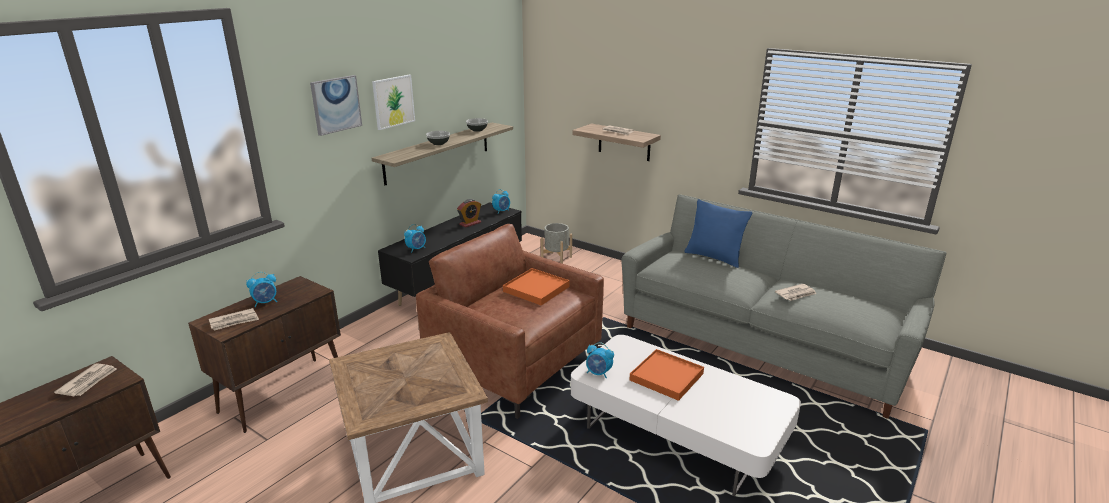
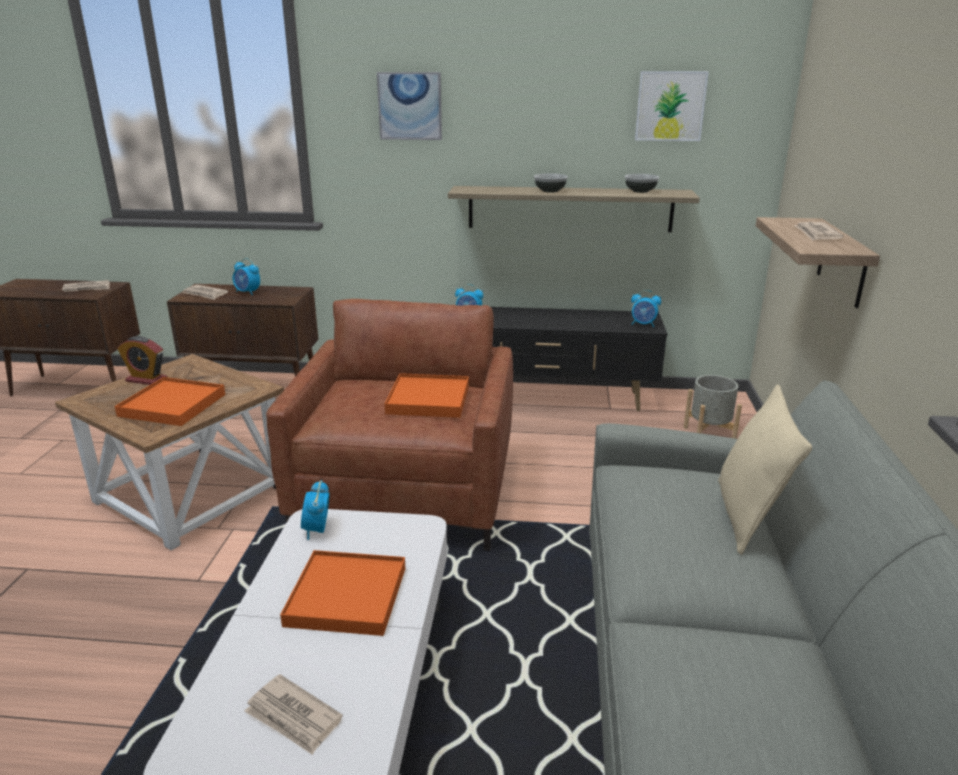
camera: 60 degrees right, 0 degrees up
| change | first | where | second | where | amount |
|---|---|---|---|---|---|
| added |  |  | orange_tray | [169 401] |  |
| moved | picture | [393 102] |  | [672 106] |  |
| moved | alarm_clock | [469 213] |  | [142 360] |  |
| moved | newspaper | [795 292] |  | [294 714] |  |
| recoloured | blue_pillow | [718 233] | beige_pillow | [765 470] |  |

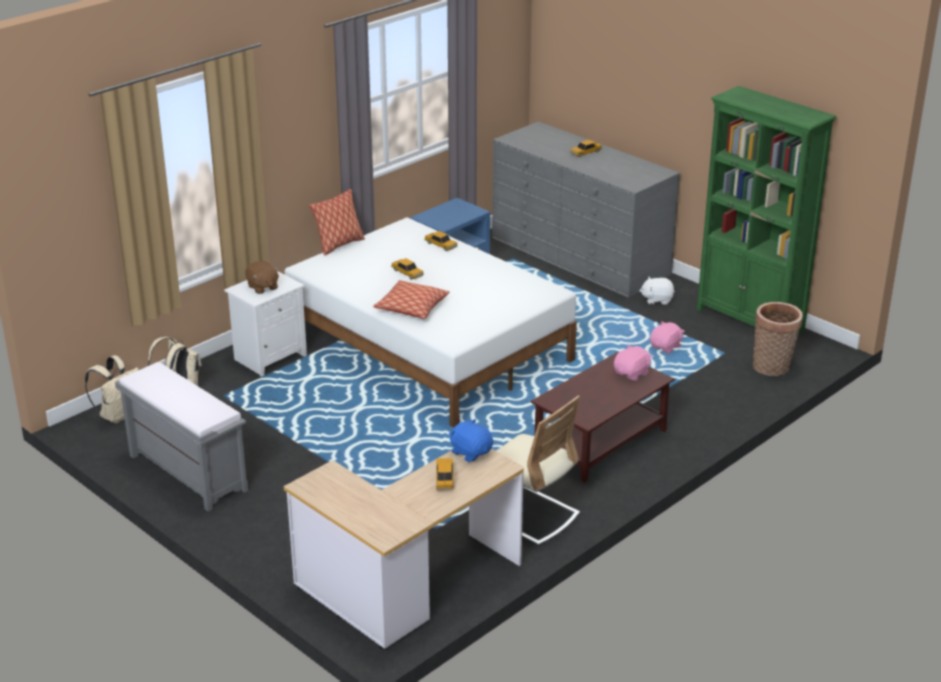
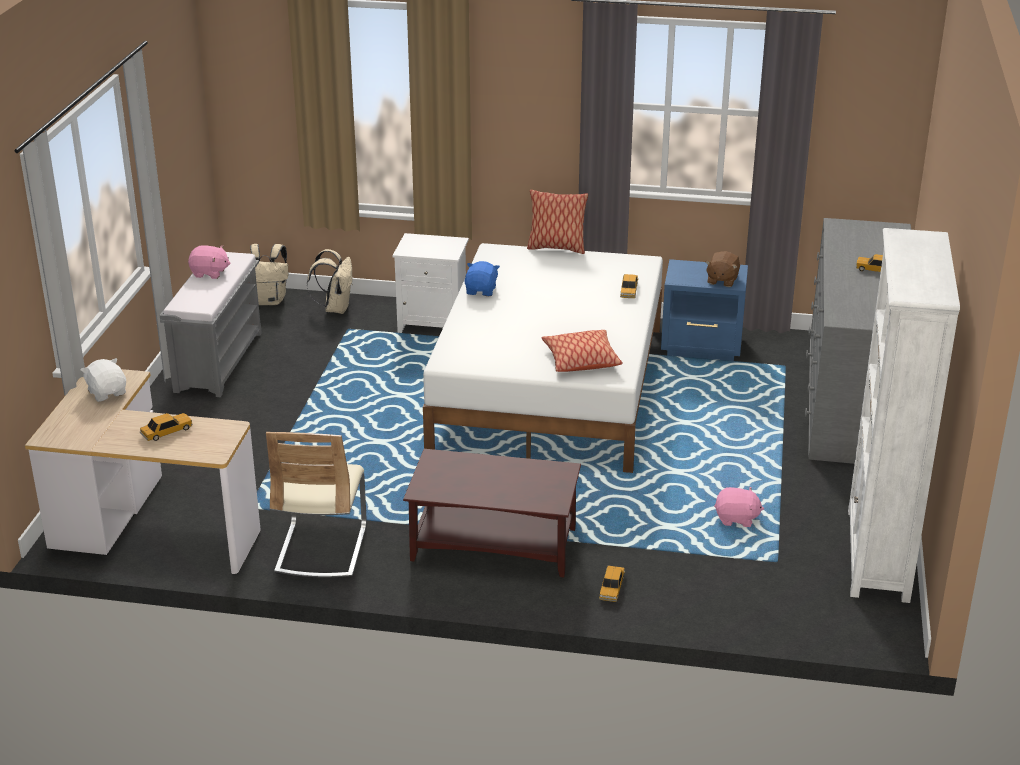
camera: 55 degrees right, 0 degrees up
| change | first | where | second | where | amount |
|---|---|---|---|---|---|
| removed | basket | [778 339] |  |  |  |
| moved | brown_plush_toy | [262 277] |  | [723 269] |  |
| moved | pillow | [411 299] |  | [582 351] |  |
| moved | toy_car | [407 269] |  | [612 583] |  |
| moved | blue_plush_toy | [471 440] |  | [482 278] |  |
| moved | pink_plush_toy | [633 363] |  | [209 262] |  |
| moved | white_plush_toy | [657 290] |  | [103 380] |  |
| recoloured | green_bookcase | [766 210] | white_bookcase | [904 415] |  |

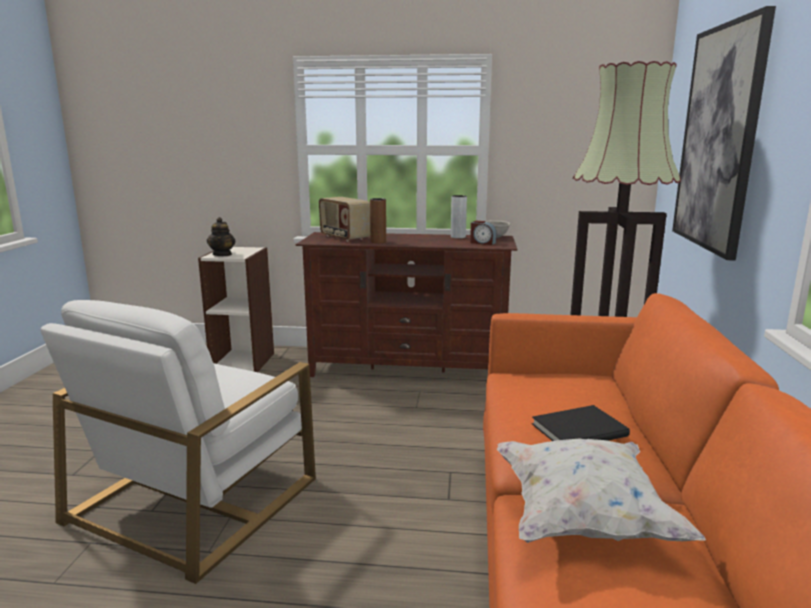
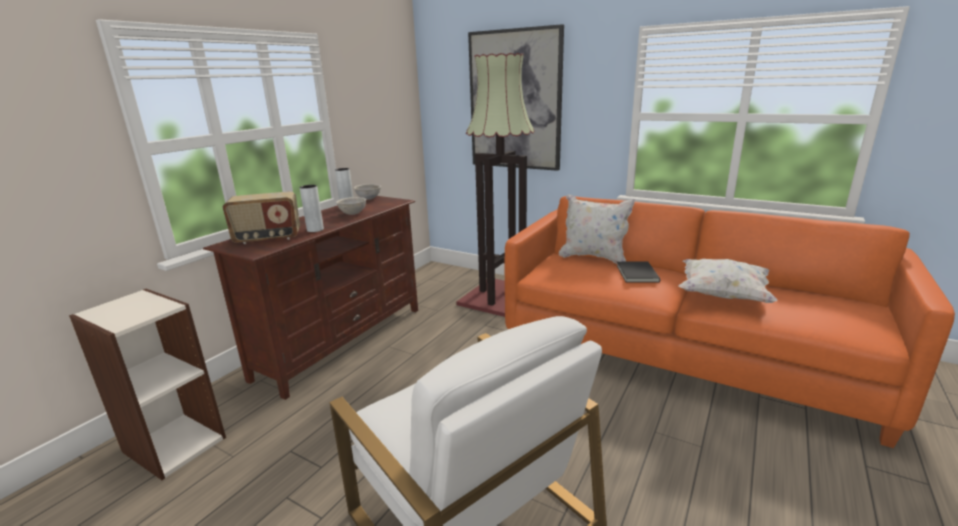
camera: 65 degrees left, 5 degrees up
| change | first | where | second | where | amount |
|---|---|---|---|---|---|
| removed | teapot | [221 236] |  |  |  |
| removed | alarm_clock | [483 233] |  |  |  |
| added |  |  | grey_bowl | [351 206] |  |
| added |  |  | white_pillow | [597 229] |  |
| recoloured | brown_vase | [378 220] | grey_vase | [312 208] |  |

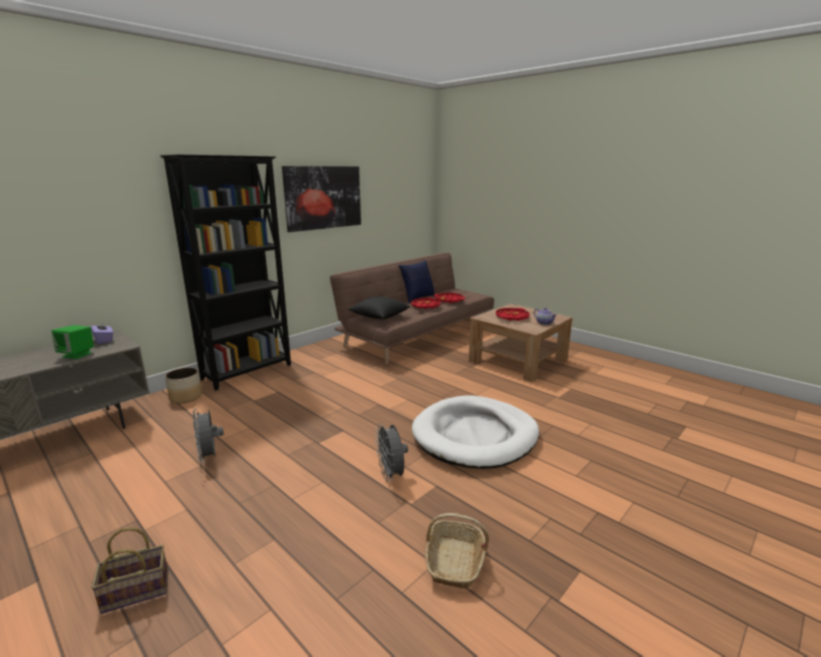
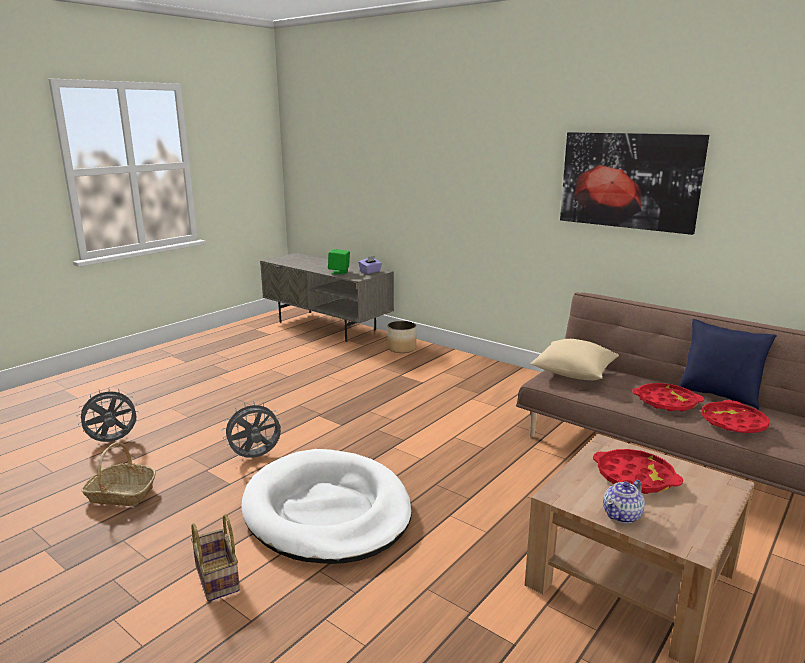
camera: 85 degrees right, 0 degrees up
| change | first | where | second | where | amount |
|---|---|---|---|---|---|
| removed | black_bookcase | [225 272] |  |  |  |
| moved | basket | [129 570] |  | [215 558] |  |
| moved | grey_fan | [208 435] |  | [108 415] |  |
| recoloured | black_pillow | [379 307] | beige_pillow | [574 359] |  |

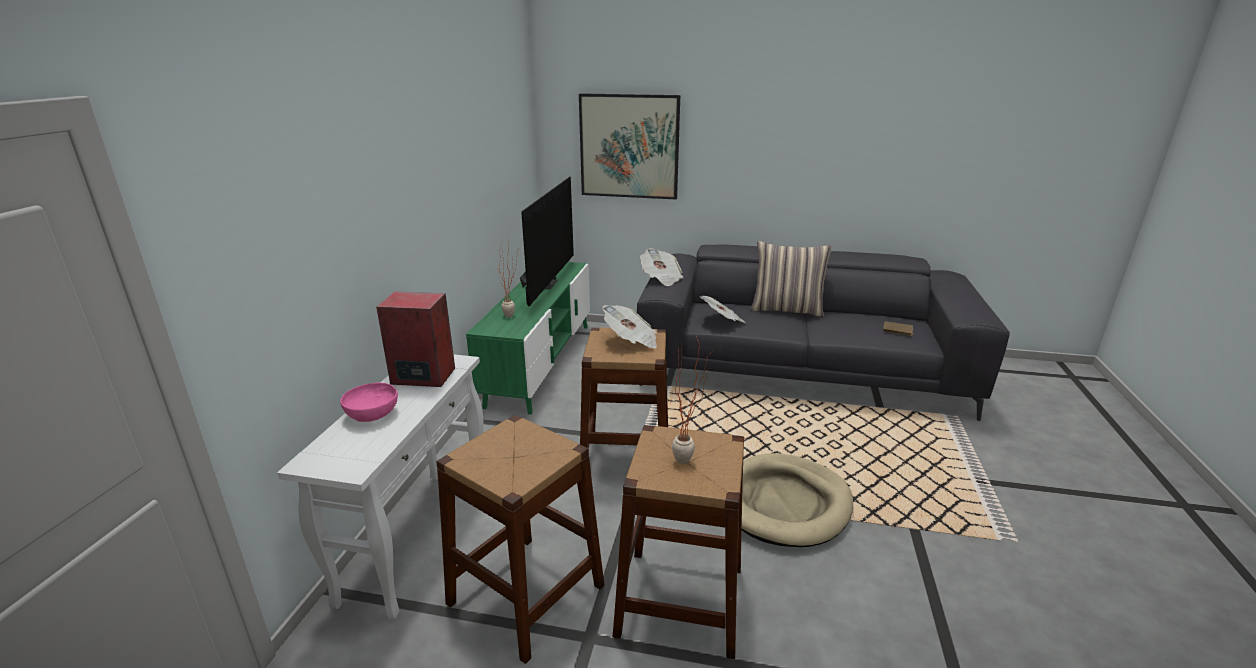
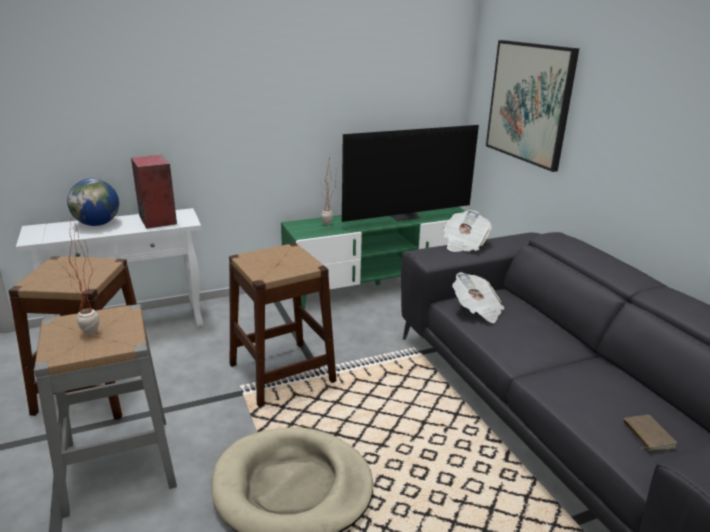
camera: 55 degrees right, 0 degrees up
| change | first | where | second | where | amount |
|---|---|---|---|---|---|
| removed | newspaper | [629 327] |  |  |  |
| removed | pillow | [791 279] |  |  |  |
| replaced | pink_bowl | [369 402] | globe | [93 202] |  |
| recoloured | brown_stool | [678 542] | grey_stool | [105 411] |  |

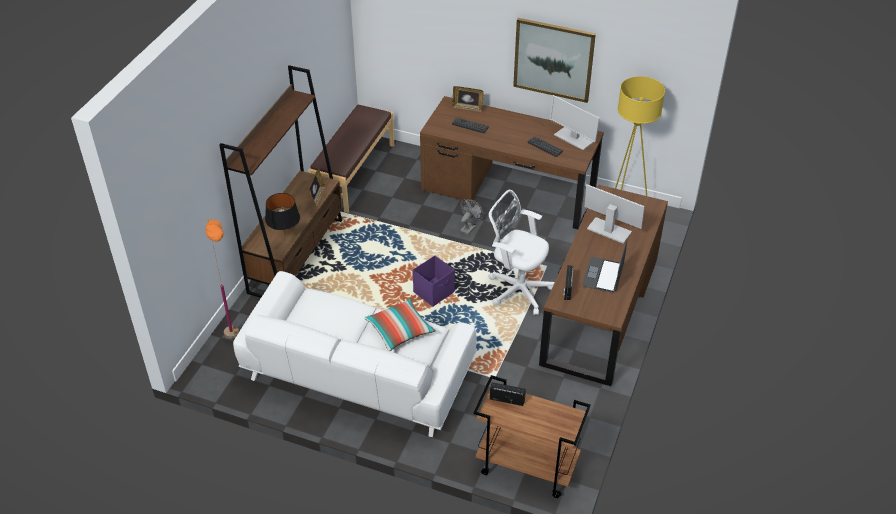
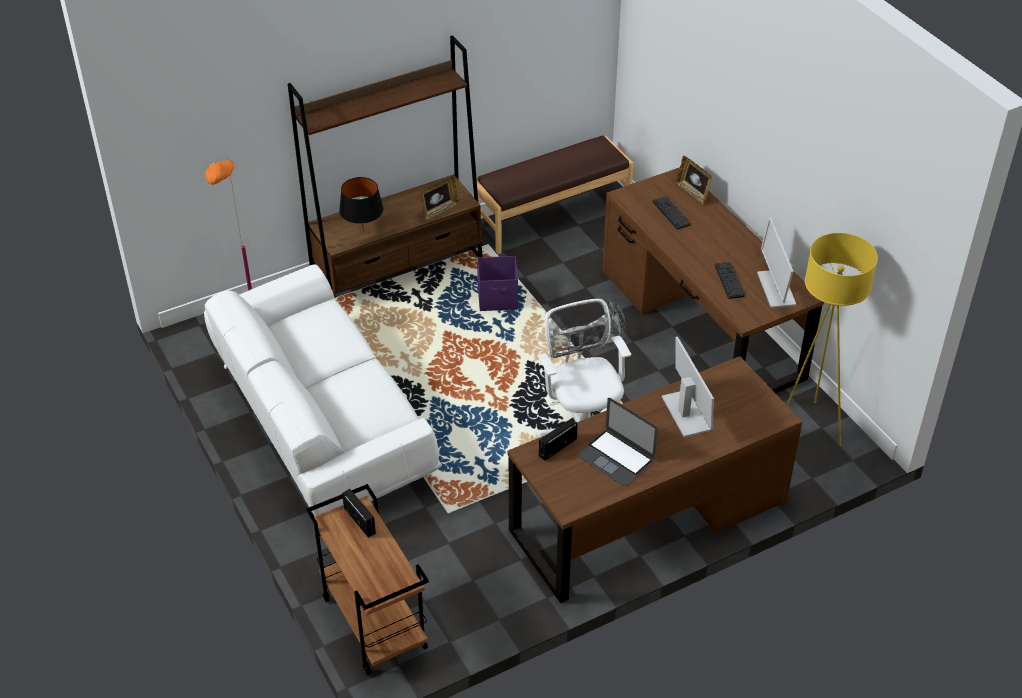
camera: 40 degrees right, 0 degrees up
| change | first | where | second | where | amount |
|---|---|---|---|---|---|
| removed | pillow | [400 325] |  |  |  |
| removed | picture | [554 60] |  |  |  |
| moved | purple_storage_box | [434 281] |  | [497 283] |  |
| turned | laptop | [604 266] |  | [617 442] | 105 degrees counterclockwise |

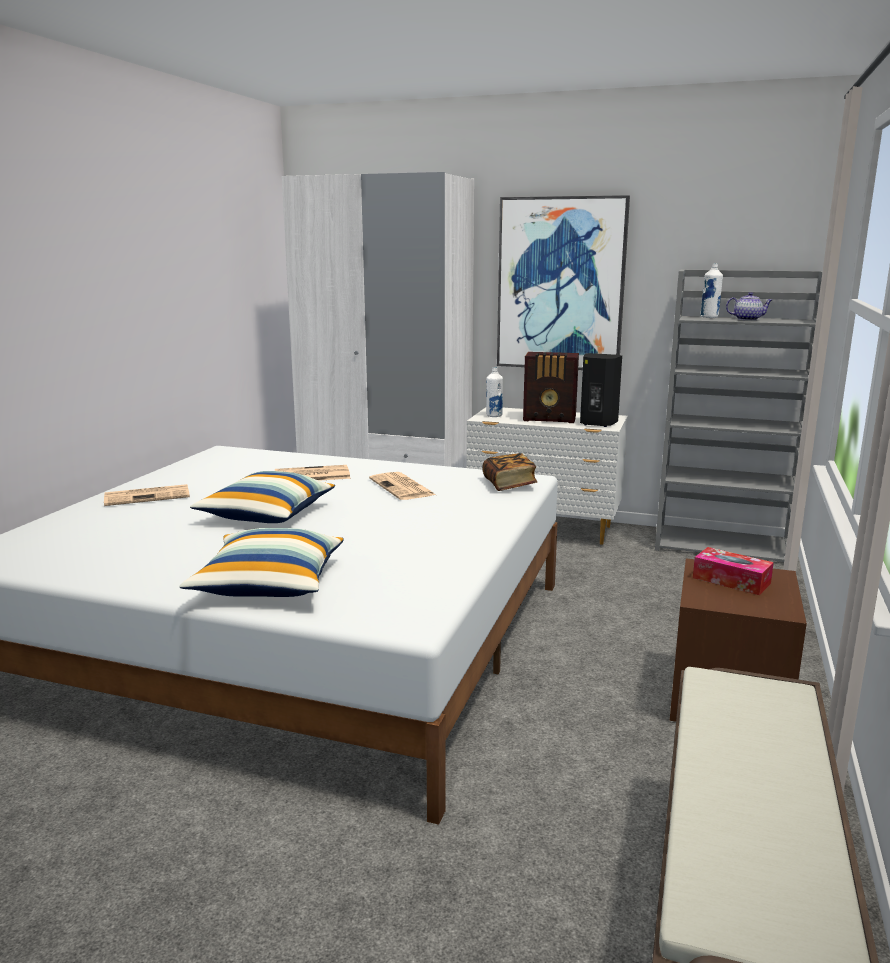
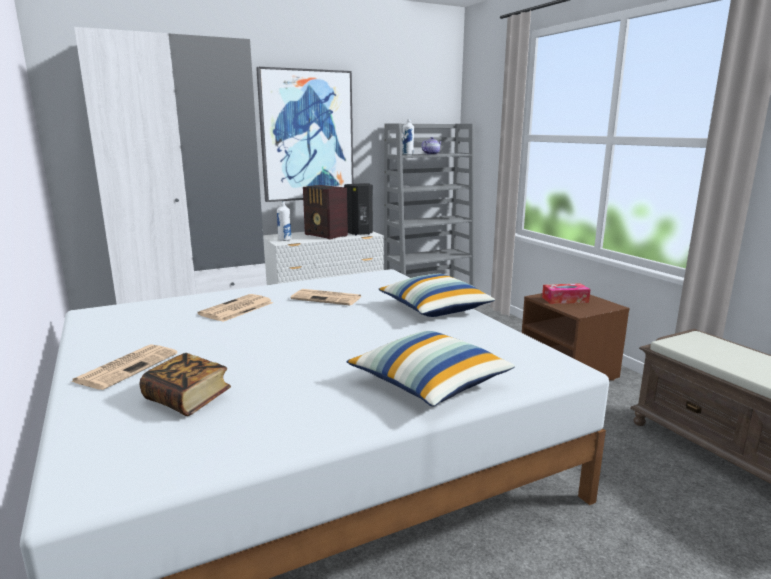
camera: 45 degrees left, 0 degrees up
| change | first | where | second | where | amount |
|---|---|---|---|---|---|
| moved | pillow | [262 497] |  | [437 295] |  |
| moved | book | [509 472] |  | [185 384] |  |
| turned | radio | [551 387] |  | [325 212] | 75 degrees clockwise |

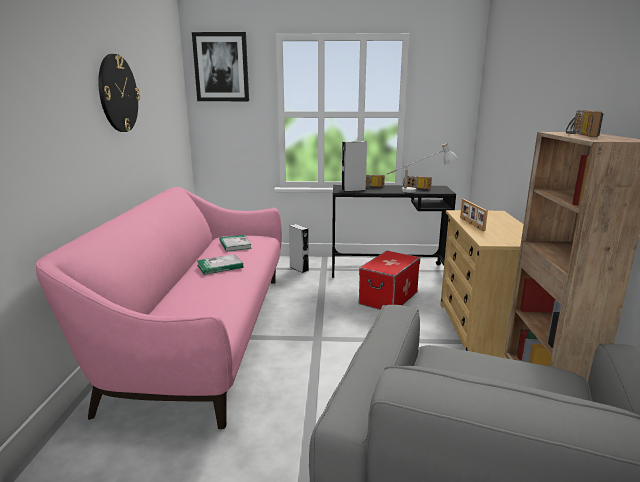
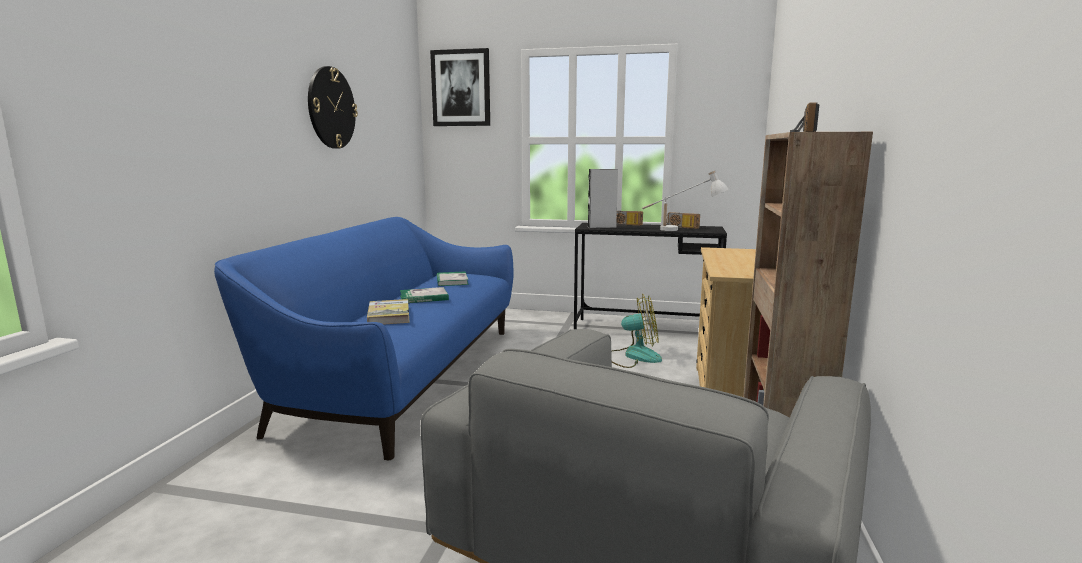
camera: 10 degrees right, 5 degrees down
| change | first | where | second | where | amount |
|---|---|---|---|---|---|
| removed | grey_speaker | [299 248] |  |  |  |
| removed | picture_frame | [474 215] |  |  |  |
| added |  |  | book | [388 312] |  |
| replaced | storage_box | [389 280] | fan | [636 331] |  |
| recoloured | pink_sofa | [159 308] | blue_sofa | [364 338] |  |

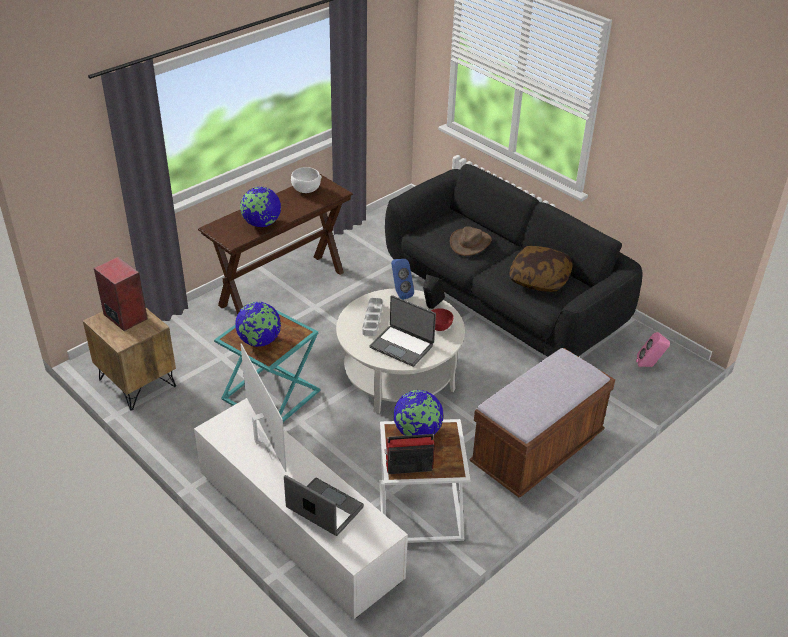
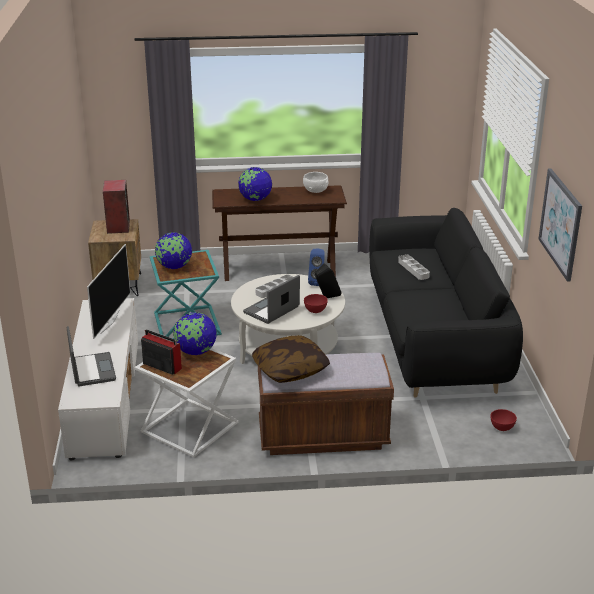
camera: 40 degrees right, 10 degrees down
| change | first | where | second | where | amount |
|---|---|---|---|---|---|
| added |  |  | picture | [560 225] |  |
| moved | pillow | [541 269] |  | [291 359] |  |
| replaced | brown_hat | [471 241] | grey_tray | [414 267] |  |
| replaced | pink_speaker | [653 349] | red_bowl | [503 420] |  |
| turned | laptop | [403 331] |  | [271 299] | 60 degrees clockwise |

